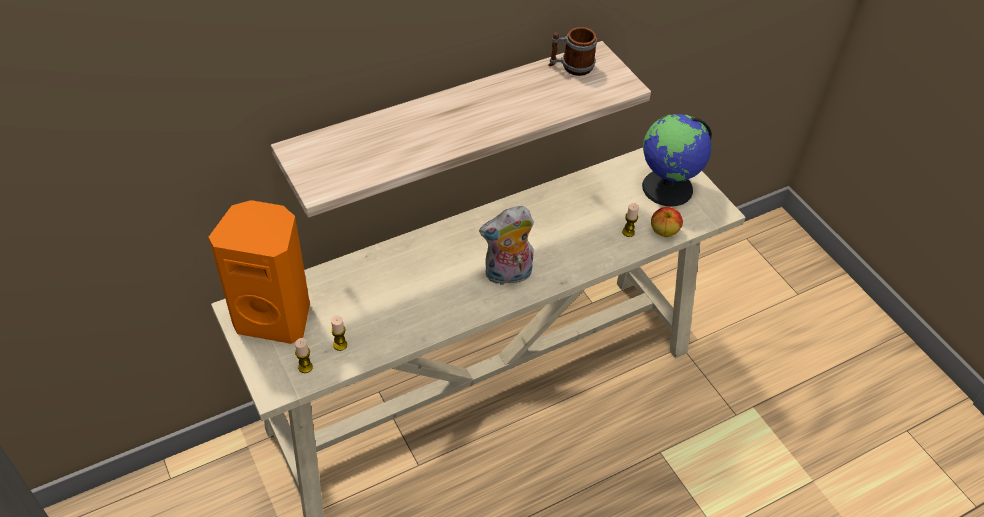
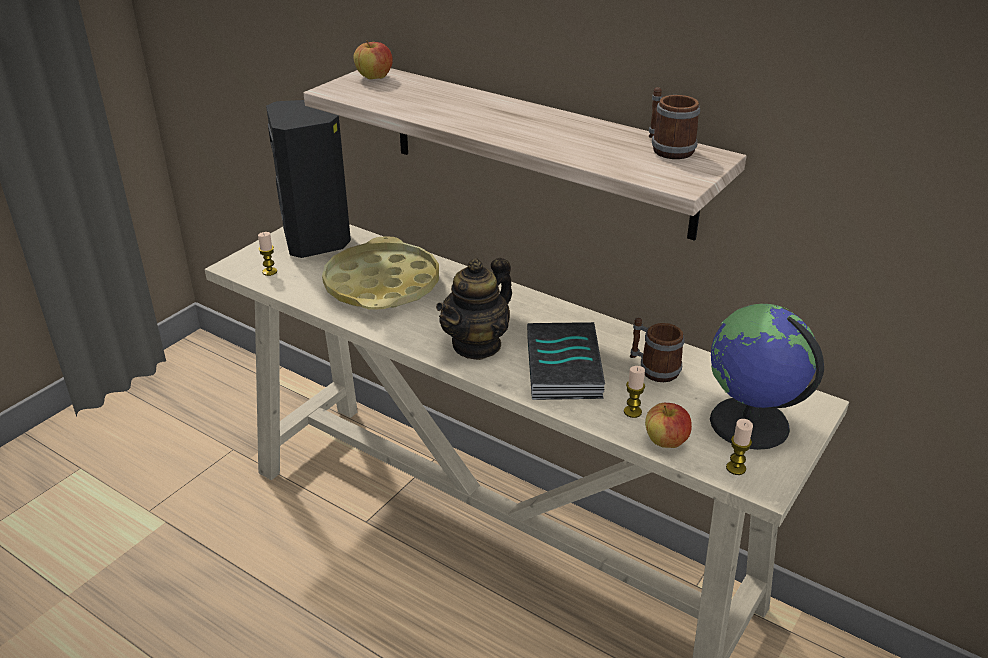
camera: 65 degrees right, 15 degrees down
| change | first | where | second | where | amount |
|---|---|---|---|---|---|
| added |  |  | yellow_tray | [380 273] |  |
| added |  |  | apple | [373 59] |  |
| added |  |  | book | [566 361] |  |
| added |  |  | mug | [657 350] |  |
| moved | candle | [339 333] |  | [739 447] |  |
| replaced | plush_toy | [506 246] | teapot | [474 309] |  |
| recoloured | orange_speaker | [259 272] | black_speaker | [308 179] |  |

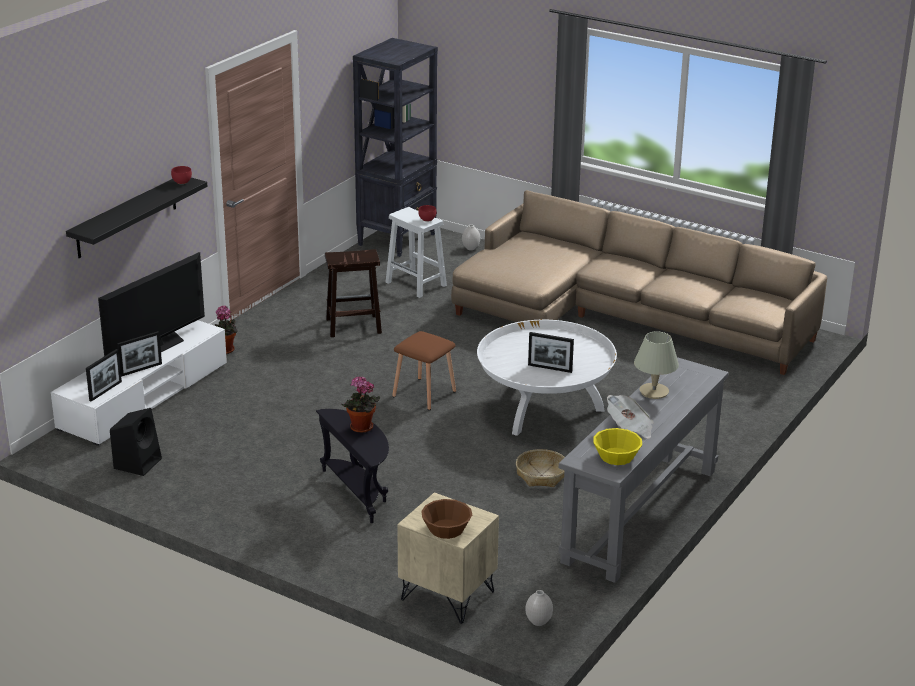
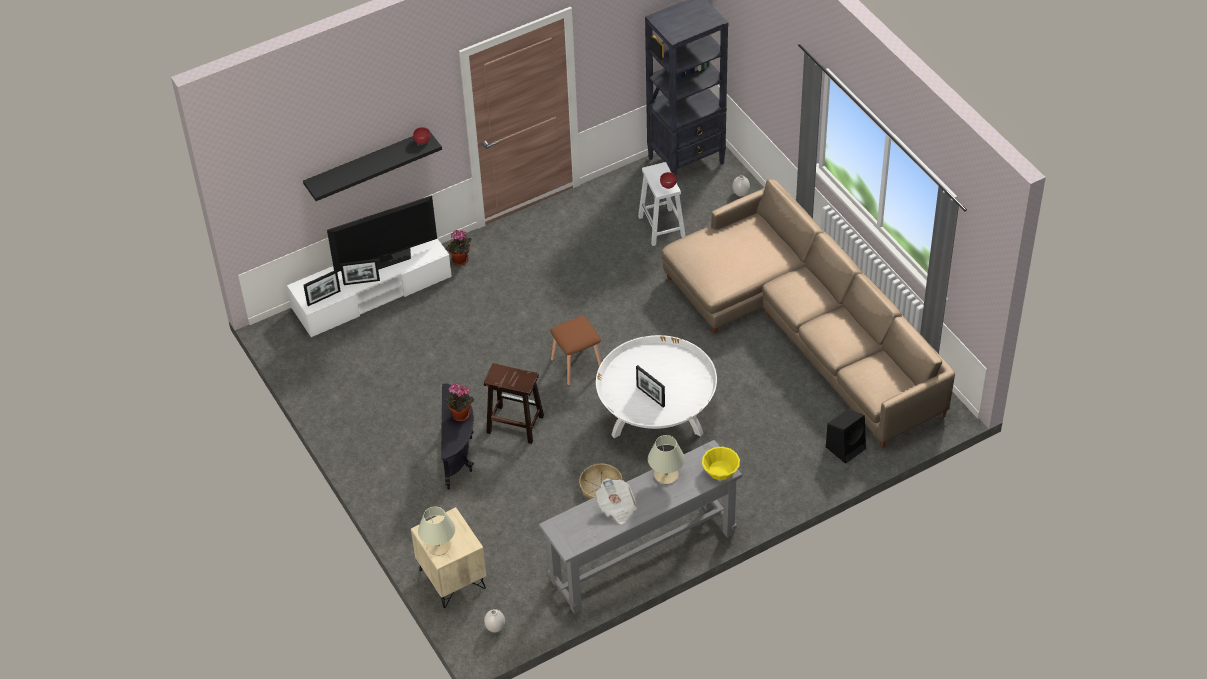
camera: 30 degrees right, 20 degrees up
| change | first | where | second | where | amount |
|---|---|---|---|---|---|
| moved | black_speaker | [136 442] |  | [846 436] |  |
| moved | brown_stool | [353 293] |  | [514 403] |  |
| moved | yellow_bowl | [617 446] |  | [721 463] |  |
| replaced | brown_bowl | [446 519] | beige_table_lamp | [436 531] |  |

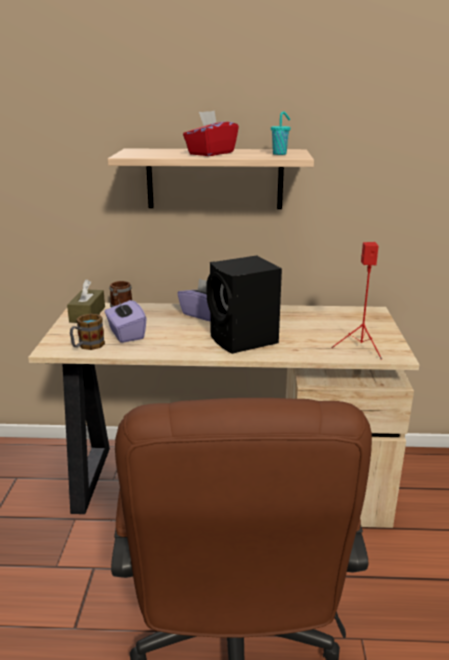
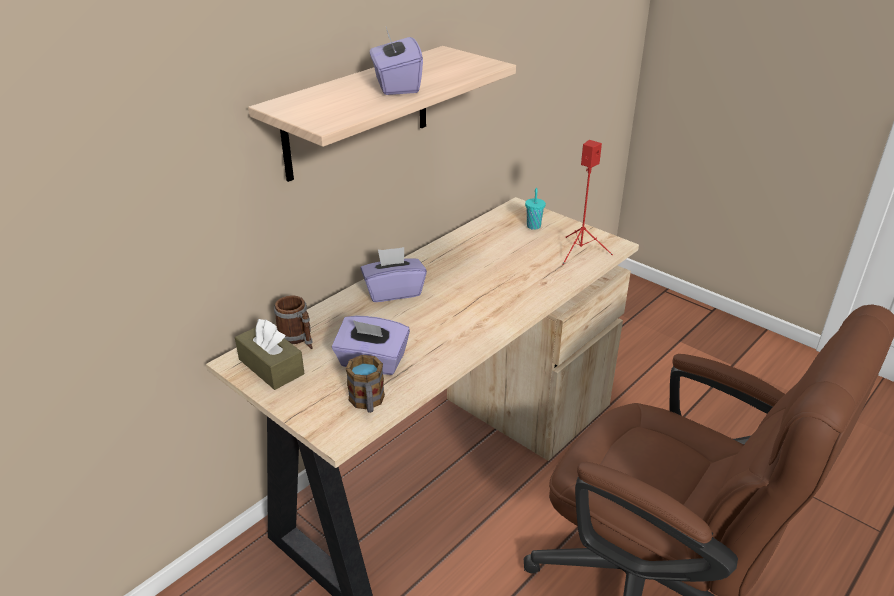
camera: 50 degrees left, 10 degrees up
| change | first | where | second | where | amount |
|---|---|---|---|---|---|
| removed | black_speaker | [244 305] |  |  |  |
| moved | turquoise_cup | [281 133] |  | [535 209] |  |
| recoloured | red_tissue_box | [211 133] | purple_tissue_box | [396 61] |  |

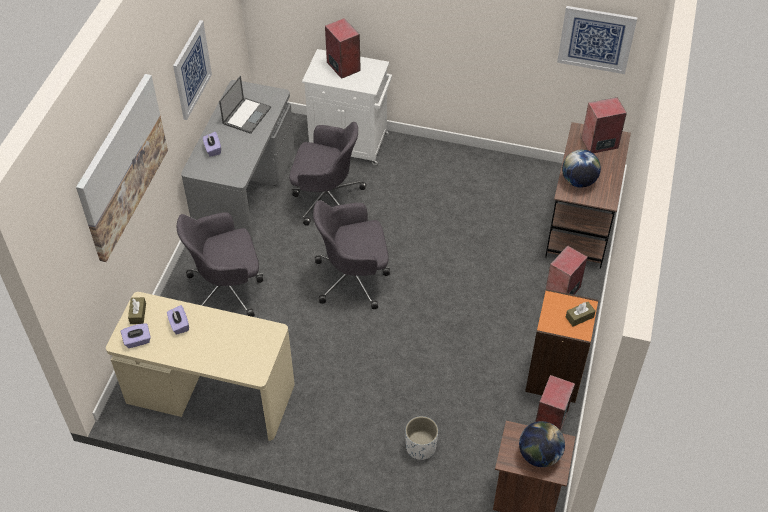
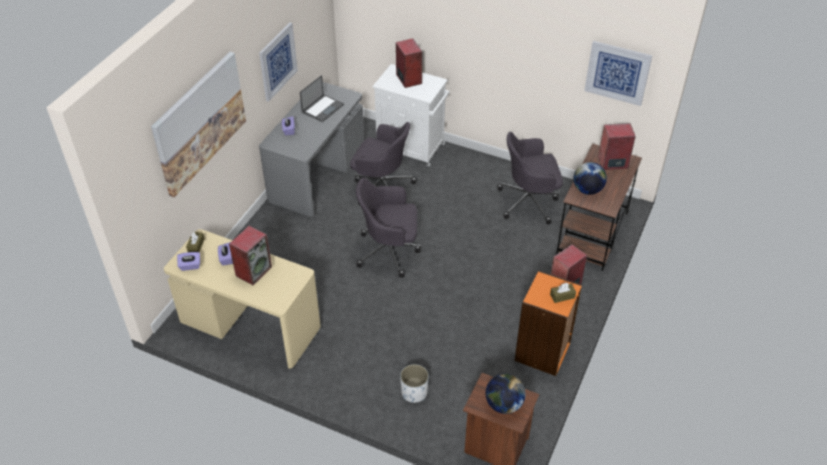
camera: 10 degrees right, 5 degrees down
| change | first | where | second | where | amount |
|---|---|---|---|---|---|
| moved | grey_office_chair | [220 264] |  | [530 178] |  |
| moved | speaker | [555 403] |  | [250 255] |  |

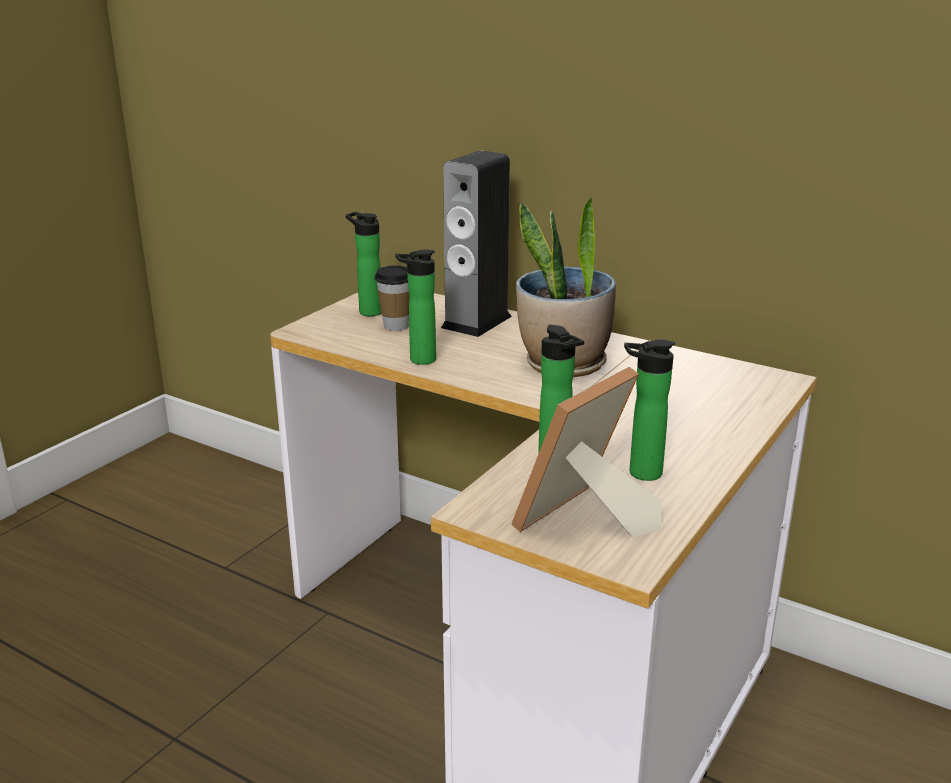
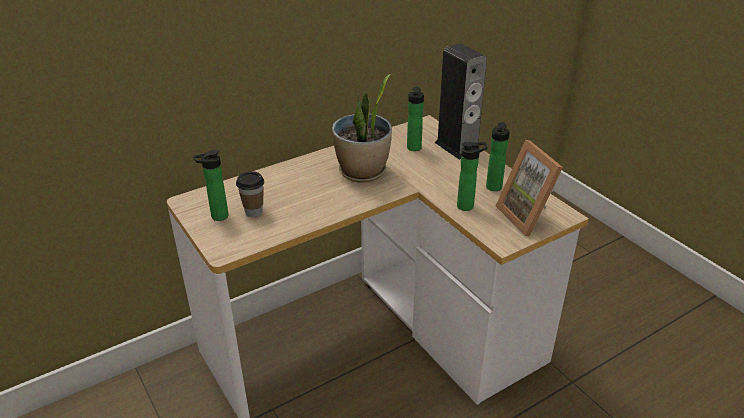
camera: 65 degrees left, 10 degrees up
| change | first | where | second | where | amount |
|---|---|---|---|---|---|
| moved | bottle | [416 307] |  | [415 118] |  |
| moved | speaker | [476 244] |  | [461 102] |  |

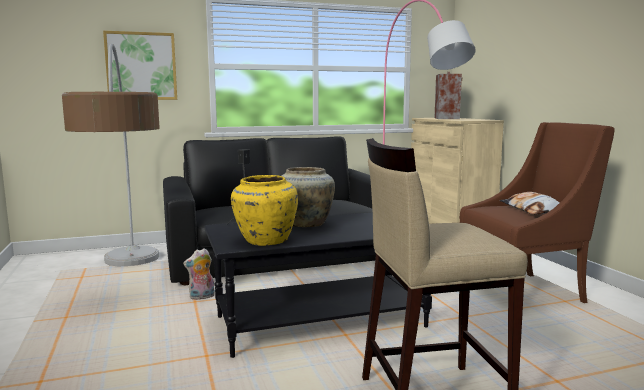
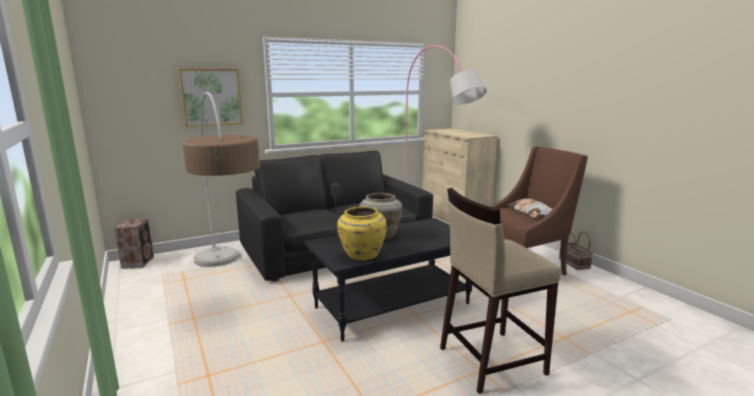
camera: 10 degrees left, 5 degrees up
| change | first | where | second | where | amount |
|---|---|---|---|---|---|
| removed | plush_toy | [199 274] |  |  |  |
| added |  |  | basket | [576 250] |  |
| moved | speaker | [448 95] |  | [134 243] |  |

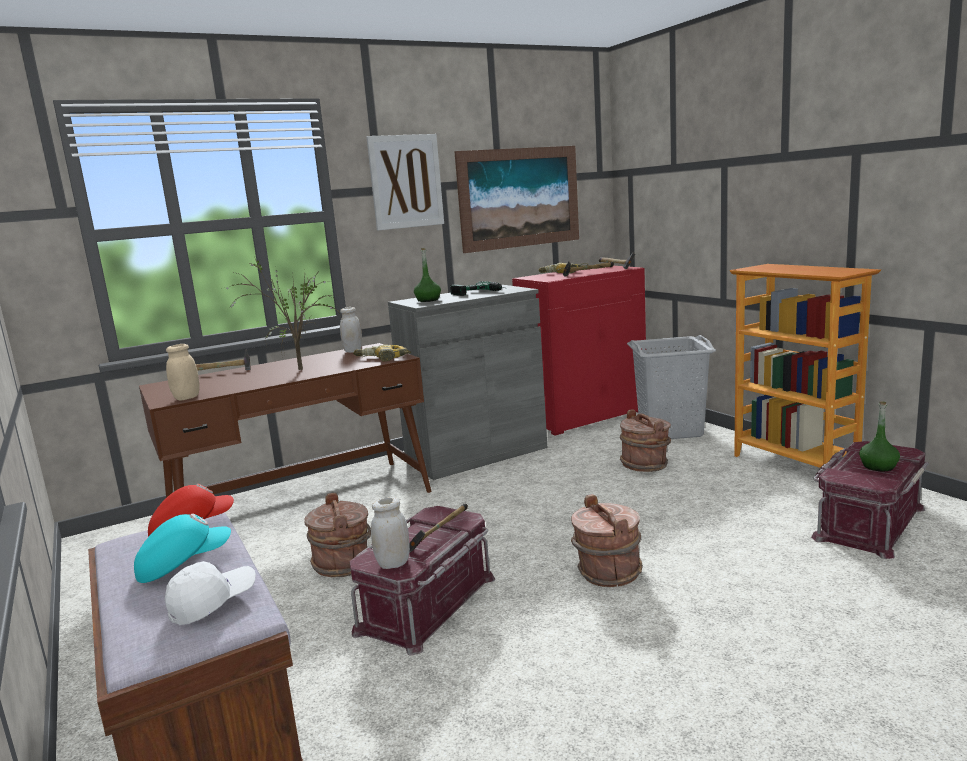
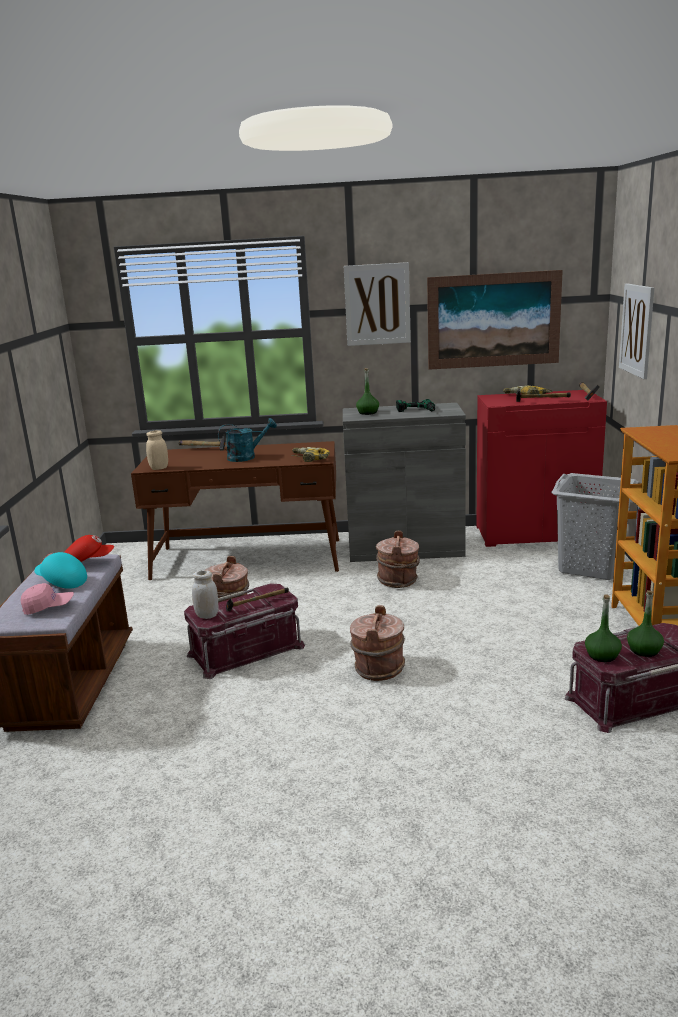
camera: 30 degrees right, 5 degrees up
| change | first | where | second | where | amount |
|---|---|---|---|---|---|
| removed | white_jar | [351 330] |  |  |  |
| added |  |  | green_bottle | [603 628] |  |
| added |  |  | picture | [636 331] |  |
| moved | brown_bucket | [645 440] |  | [398 559] |  |
| replaced | potted_plant | [284 313] | turquoise_watering_can | [247 440] |  |
| recoloured | white_cap | [210 593] | pink_cap | [47 599] |  |
| turned | turquoise_cap | [182 548] |  | [61 570] | 150 degrees counterclockwise |

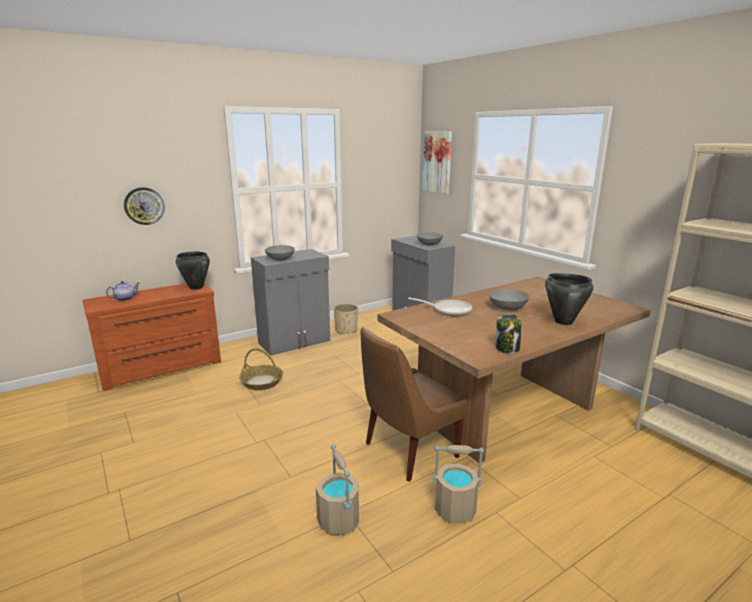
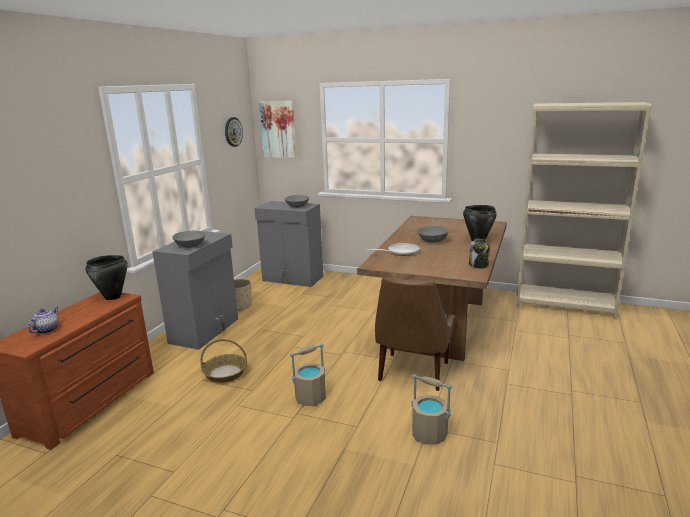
camera: 35 degrees left, 0 degrees up
| change | first | where | second | where | amount |
|---|---|---|---|---|---|
| moved | wall_clock | [144 206] |  | [234 132] |  |
| moved | beige_bucket | [458 484] |  | [308 375] |  |

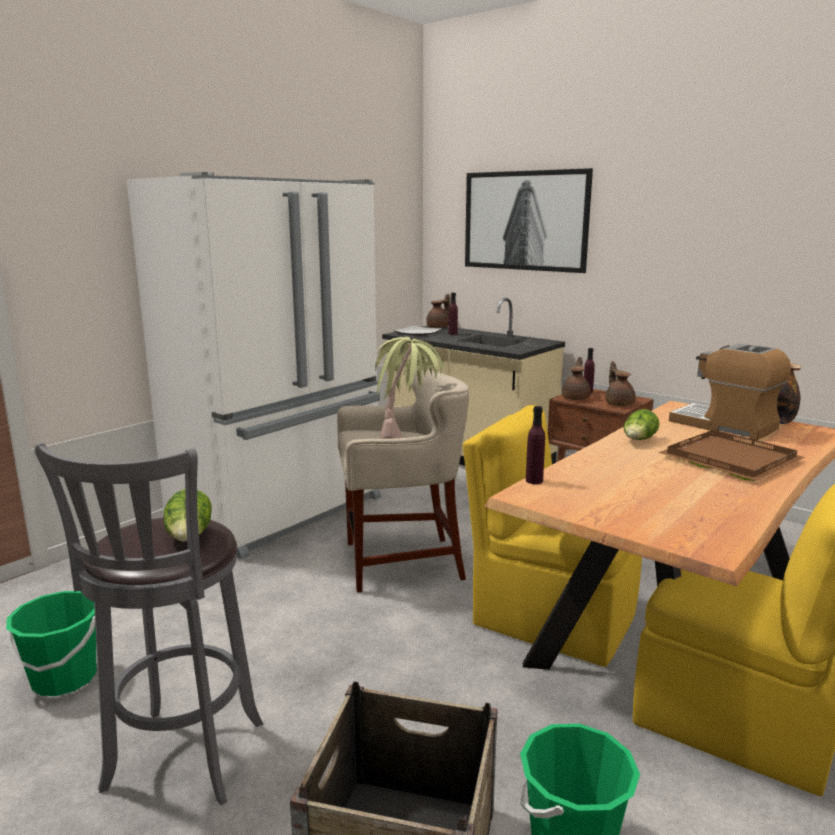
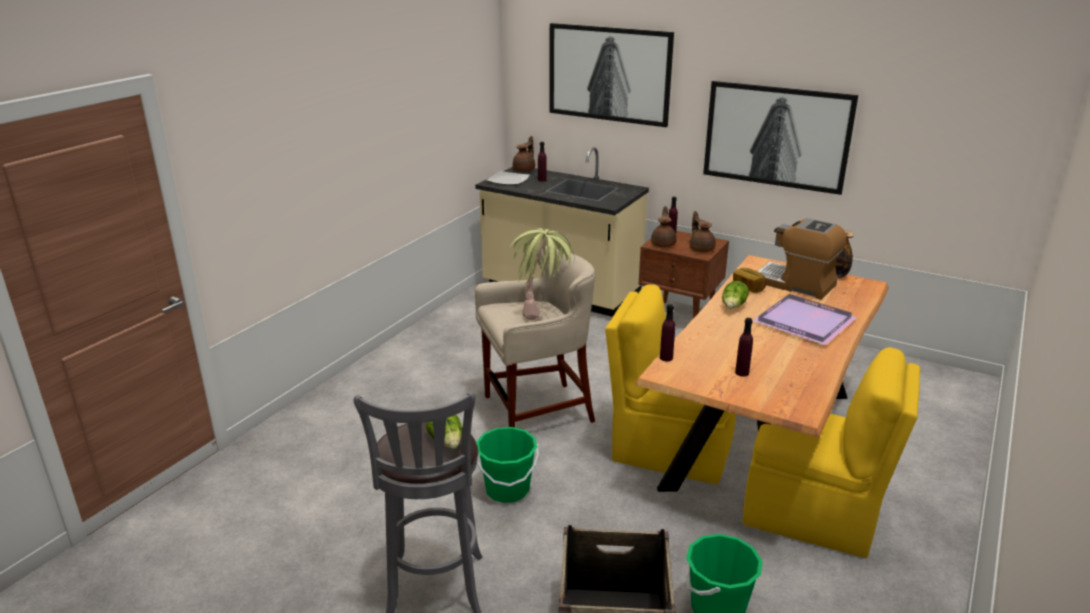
camera: 10 degrees left, 10 degrees up
| change | first | where | second | where | amount |
|---|---|---|---|---|---|
| removed | white_fridge | [253 365] |  |  |  |
| added |  |  | picture | [780 138] |  |
| added |  |  | bread | [750 280] |  |
| added |  |  | purple_bottle | [744 347] |  |
| moved | green_bucket | [51 643] |  | [507 465] |  |
| recoloured | brown_tray | [731 455] | purple_tray | [804 319] |  |

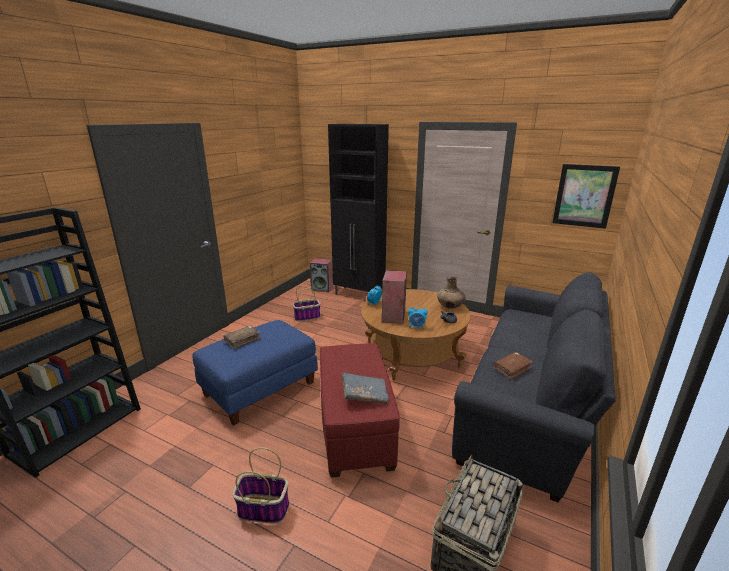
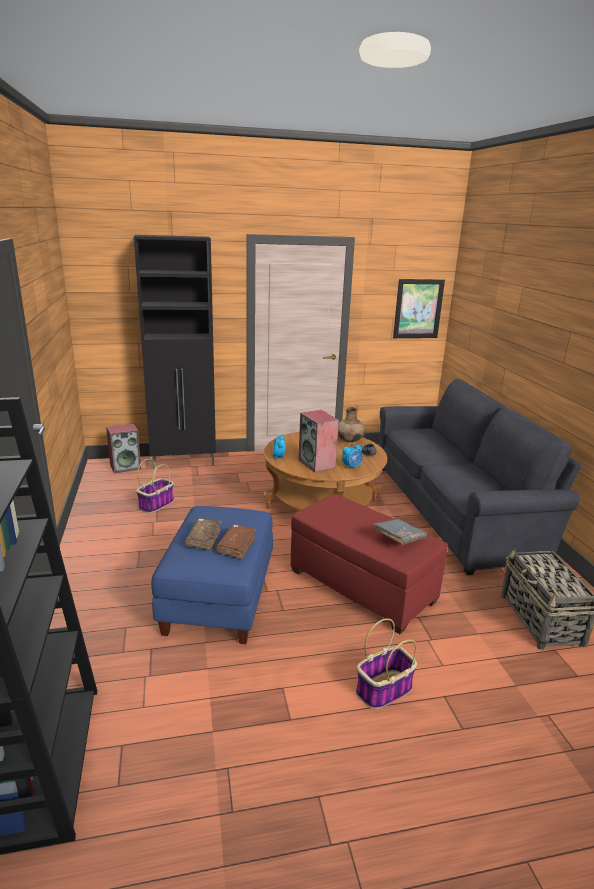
camera: 40 degrees left, 0 degrees up
| change | first | where | second | where | amount |
|---|---|---|---|---|---|
| moved | brown_book | [513 366] |  | [236 541] |  |

